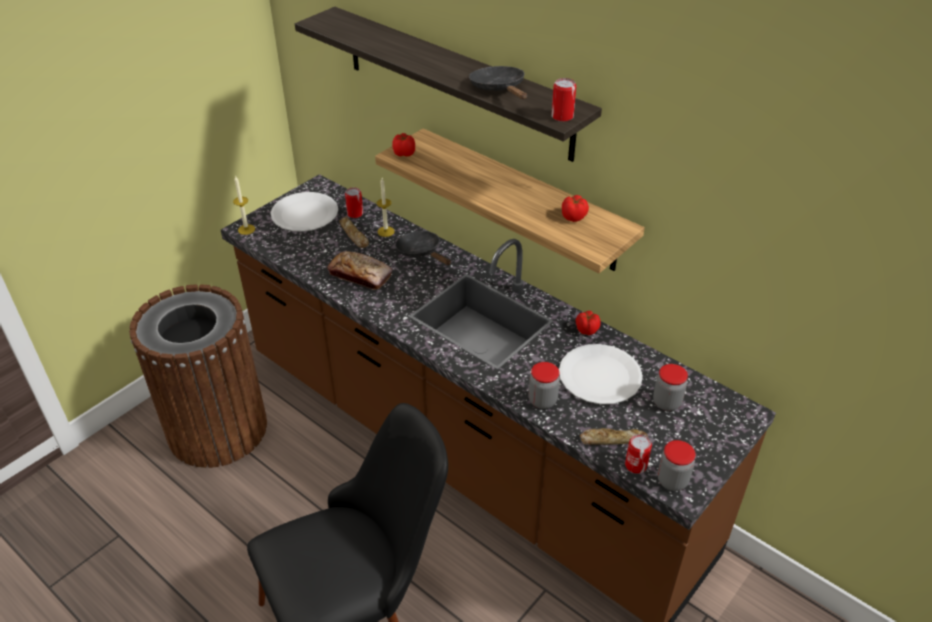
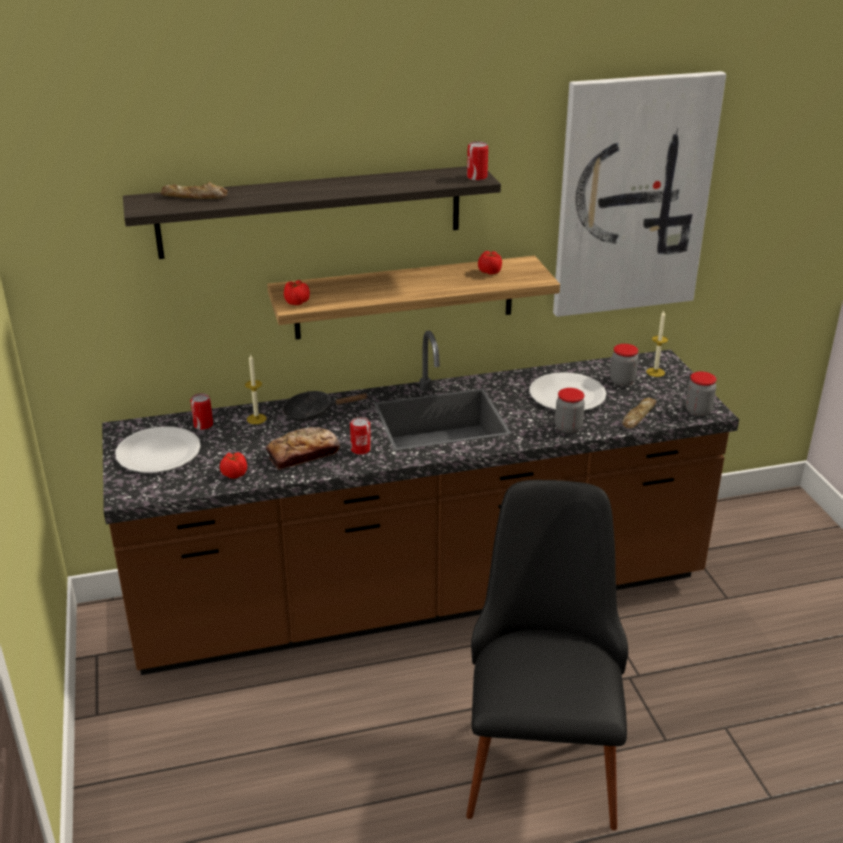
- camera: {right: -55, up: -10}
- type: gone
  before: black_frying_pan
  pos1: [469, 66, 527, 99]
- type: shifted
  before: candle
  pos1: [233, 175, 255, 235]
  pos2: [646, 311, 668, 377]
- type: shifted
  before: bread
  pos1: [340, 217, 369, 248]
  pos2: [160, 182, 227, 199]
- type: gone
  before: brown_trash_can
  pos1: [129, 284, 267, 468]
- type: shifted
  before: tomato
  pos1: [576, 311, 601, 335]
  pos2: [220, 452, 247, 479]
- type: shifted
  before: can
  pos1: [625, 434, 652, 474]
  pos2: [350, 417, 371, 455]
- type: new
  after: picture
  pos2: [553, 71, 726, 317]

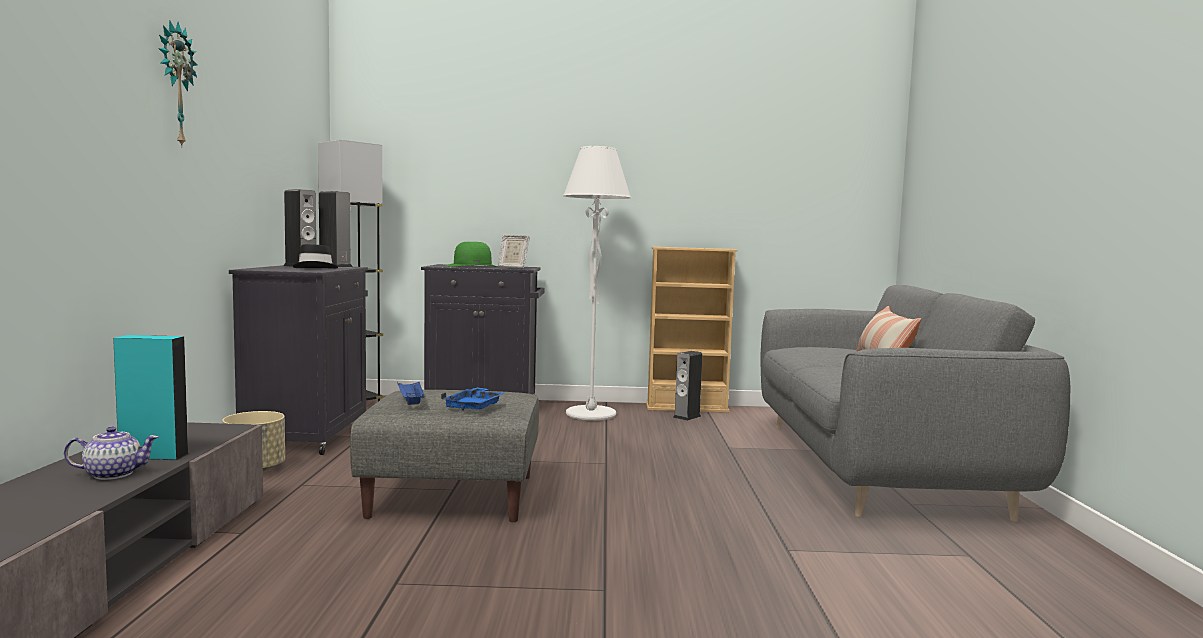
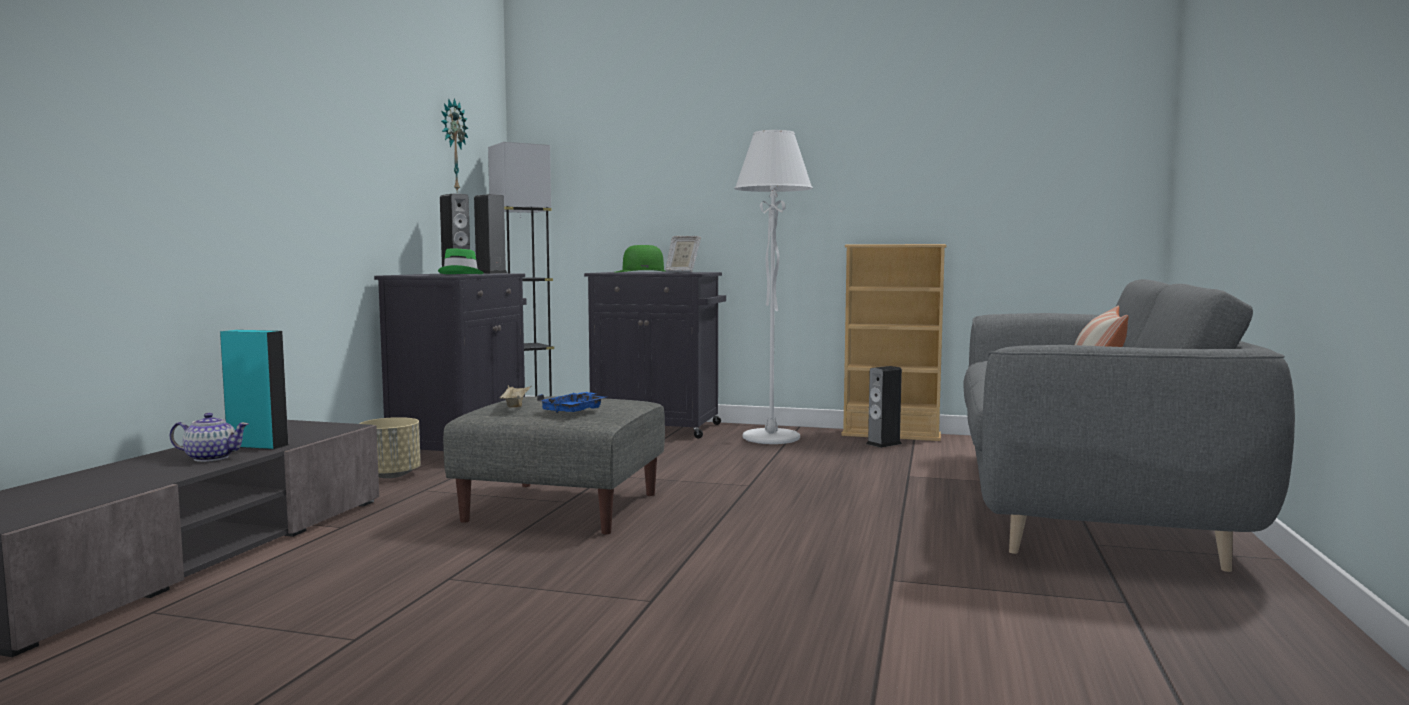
- camera: {right: 15, up: 0}
- type: shifted
  before: wall_clock
  pos1: [158, 20, 197, 148]
  pos2: [441, 98, 469, 191]
- type: repainted
  before: black_hat
  after: green_hat
  pos1: [293, 244, 338, 269]
  pos2: [438, 249, 484, 274]
- type: repainted
  before: blue_tray
  after: beige_tray
  pos1: [397, 381, 425, 405]
  pos2: [499, 385, 532, 408]

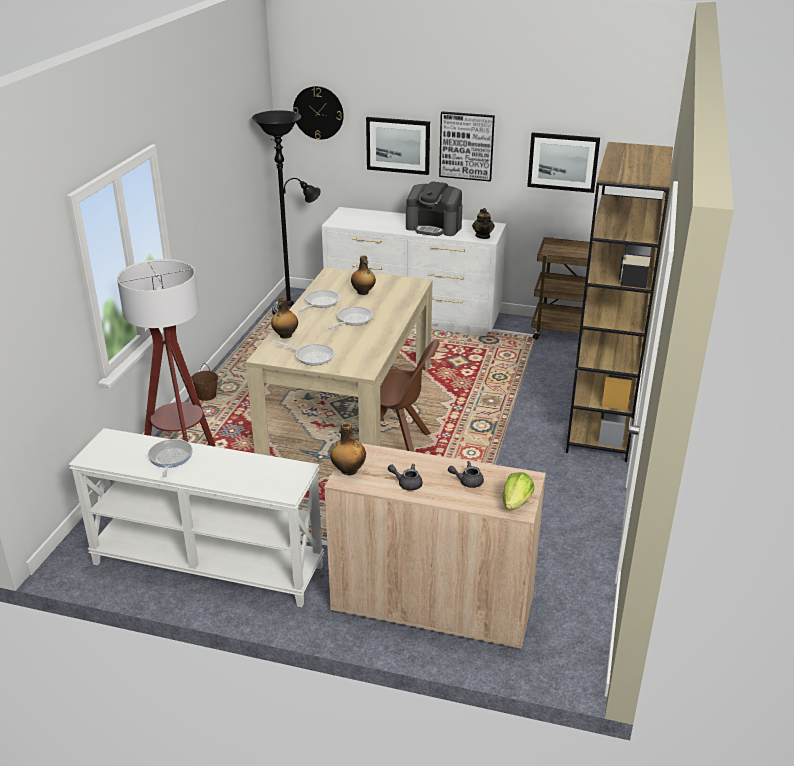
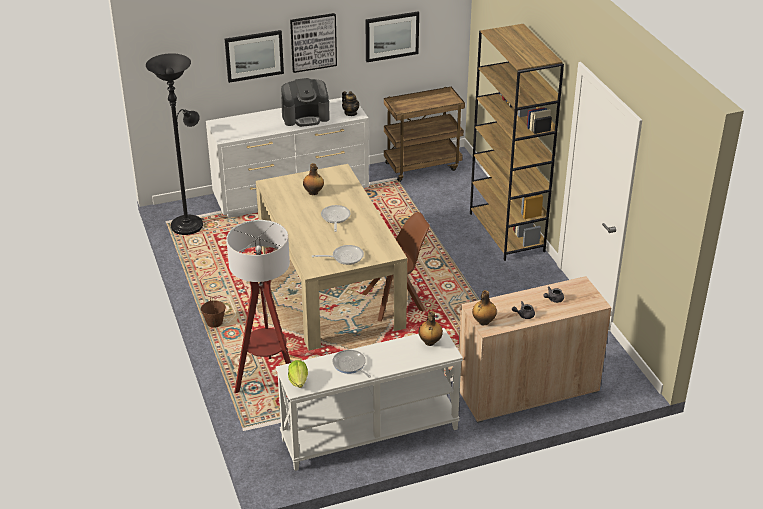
- camera: {right: -35, up: 5}
- type: gone
  before: wall_clock
  pos1: [293, 86, 344, 140]
- type: gone
  before: frying_pan
  pos1: [298, 290, 340, 312]
- type: shifted
  before: bottle
  pos1: [271, 296, 298, 339]
  pos2: [419, 311, 443, 346]
- type: shifted
  before: lettuce
  pos1: [502, 472, 534, 510]
  pos2: [288, 360, 308, 388]

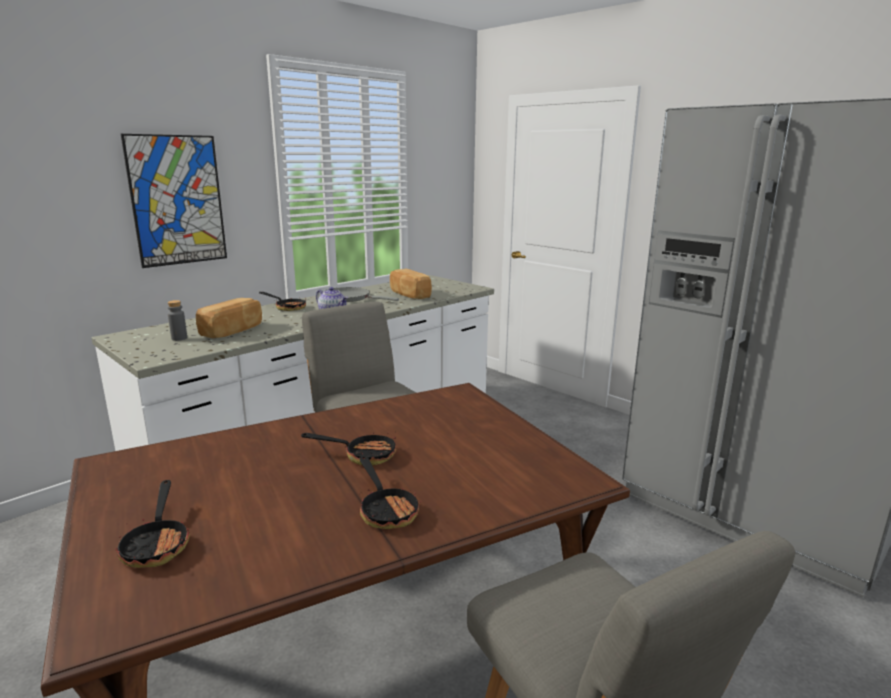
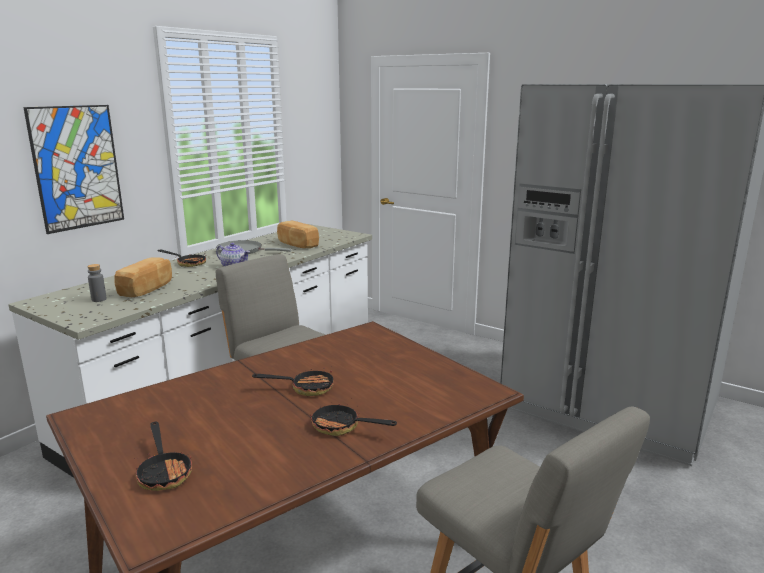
- camera: {right: -10, up: 0}
- type: rotated
  before: frying_pan
  pos1: [360, 456, 421, 529]
  pos2: [310, 398, 397, 436]
  turn: 150

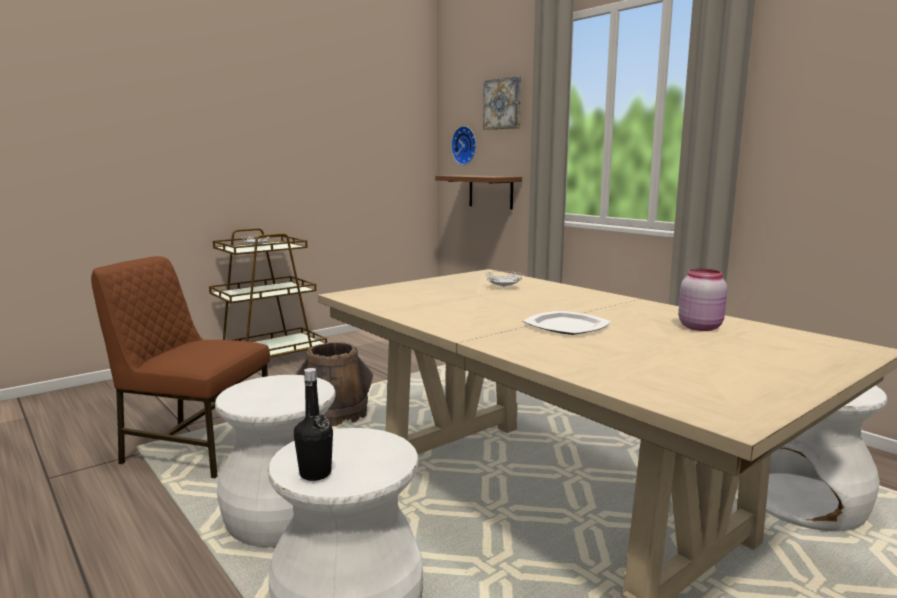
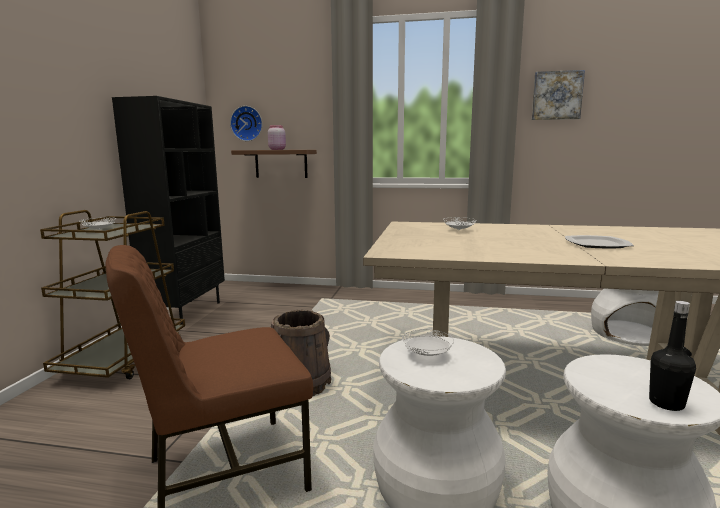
- camera: {right: -40, up: 0}
- type: shifted
  before: picture
  pos1: [483, 76, 521, 130]
  pos2: [532, 70, 585, 120]
- type: shifted
  before: pink_jar
  pos1: [678, 268, 727, 331]
  pos2: [268, 125, 286, 150]
- type: new
  after: black_bookcase
  pos2: [112, 96, 225, 325]
- type: new
  after: white_plate
  pos2: [402, 329, 454, 356]

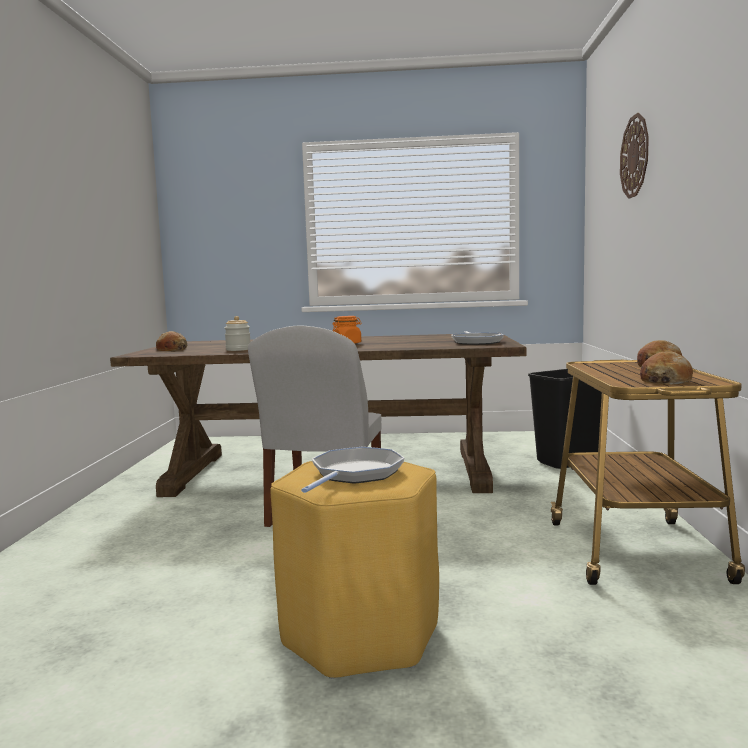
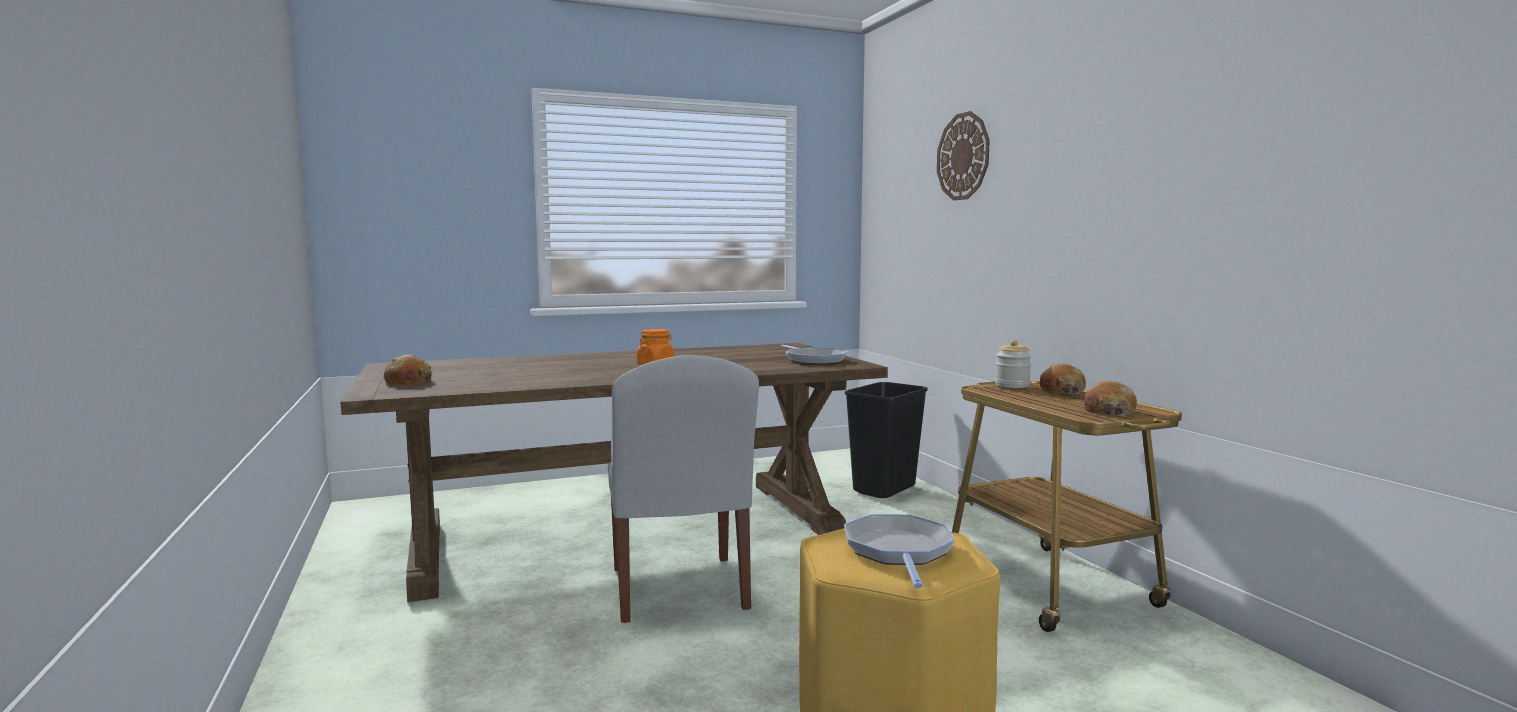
- camera: {right: -25, up: 0}
- type: shifted
  before: jar
  pos1: [225, 316, 250, 351]
  pos2: [995, 340, 1032, 388]

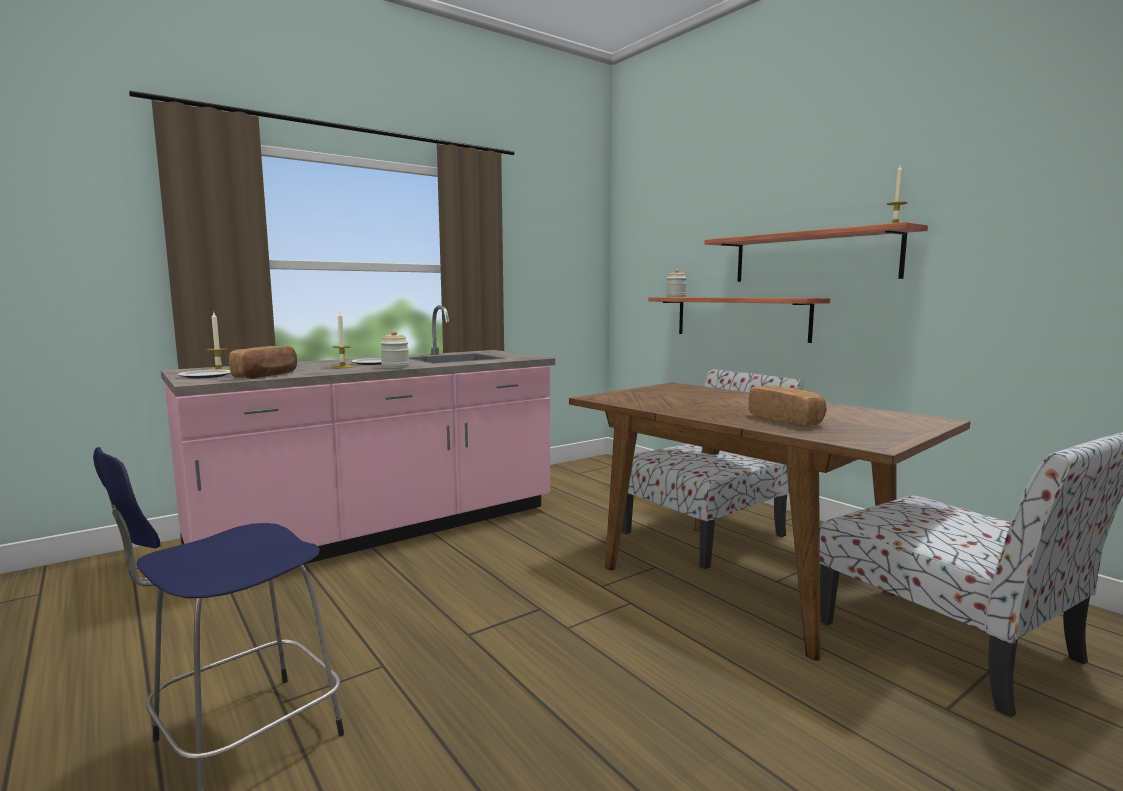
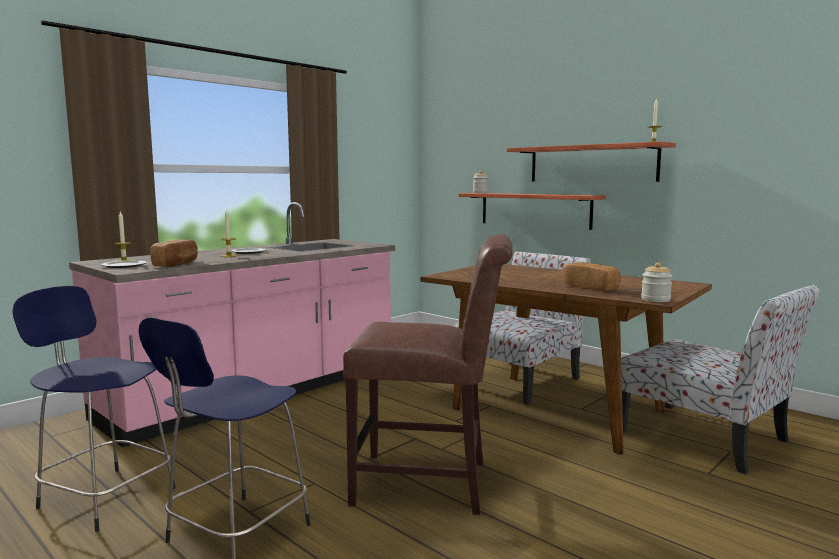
- camera: {right: -10, up: 0}
- type: shifted
  before: jar
  pos1: [380, 330, 409, 369]
  pos2: [641, 262, 672, 302]
- type: new
  after: brown_chair
  pos2: [343, 234, 513, 515]
- type: new
  after: blue_stool
  pos2: [13, 286, 176, 532]

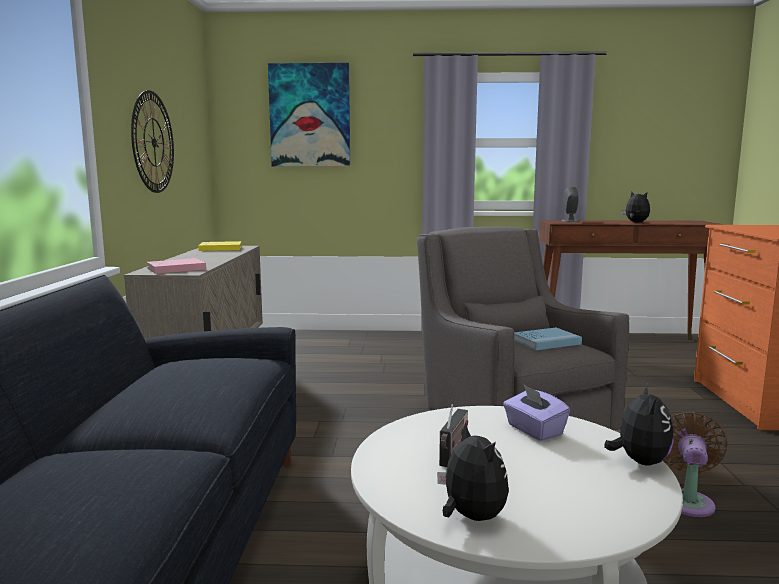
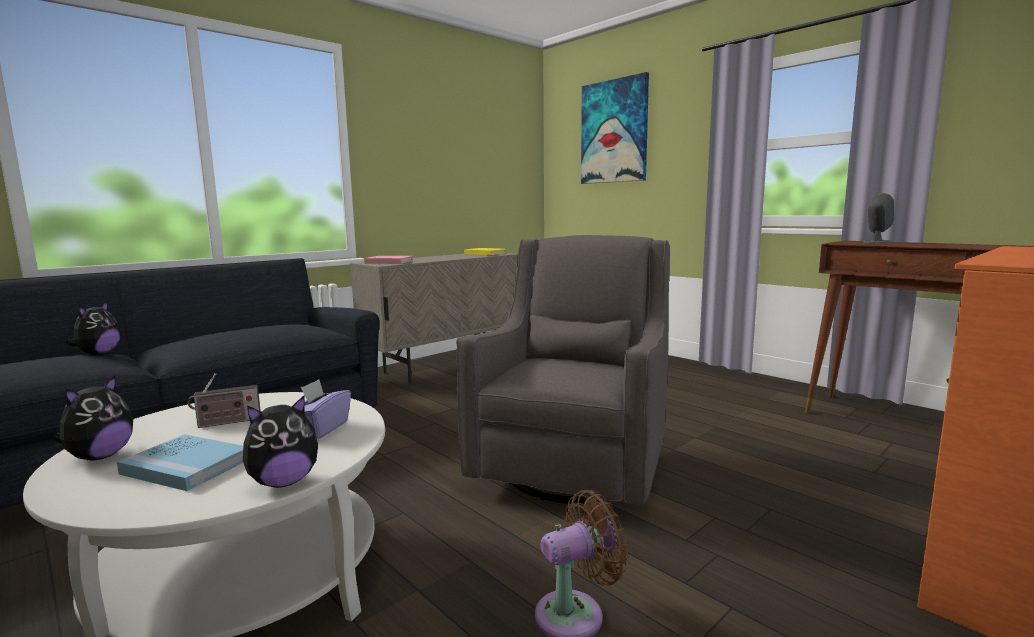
- camera: {right: 45, up: 0}
- type: gone
  before: wall_clock
  pos1: [131, 90, 174, 193]
- type: shifted
  before: plush_toy
  pos1: [621, 192, 650, 223]
  pos2: [65, 301, 121, 355]
- type: shifted
  before: blue_book
  pos1: [514, 328, 582, 350]
  pos2: [117, 434, 243, 491]

